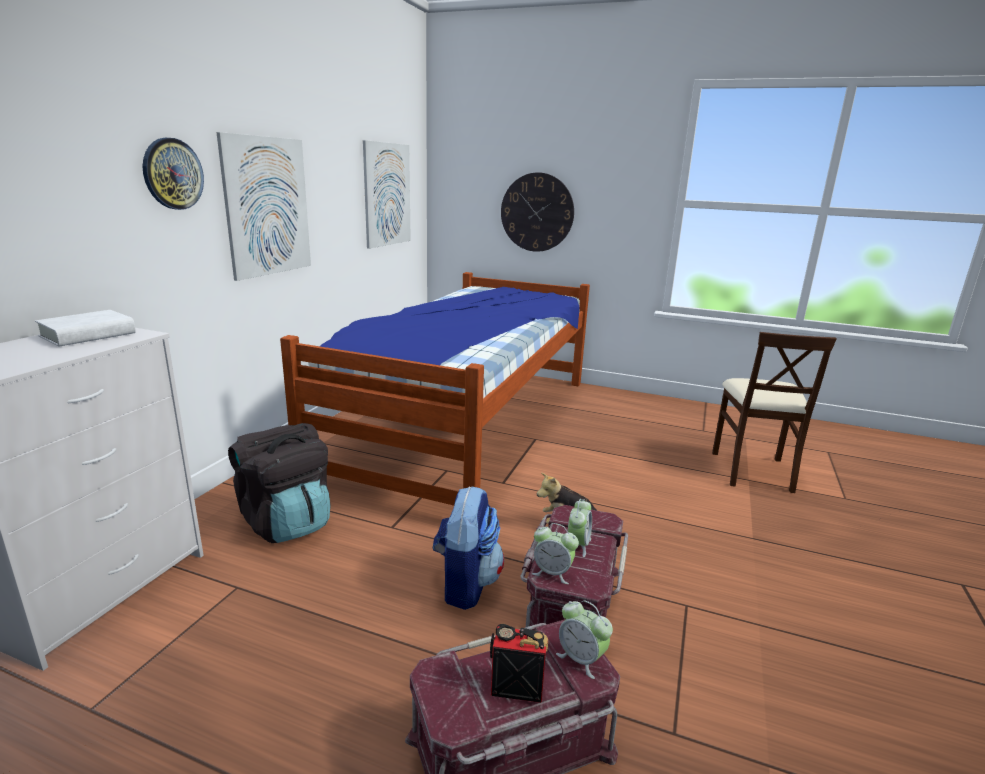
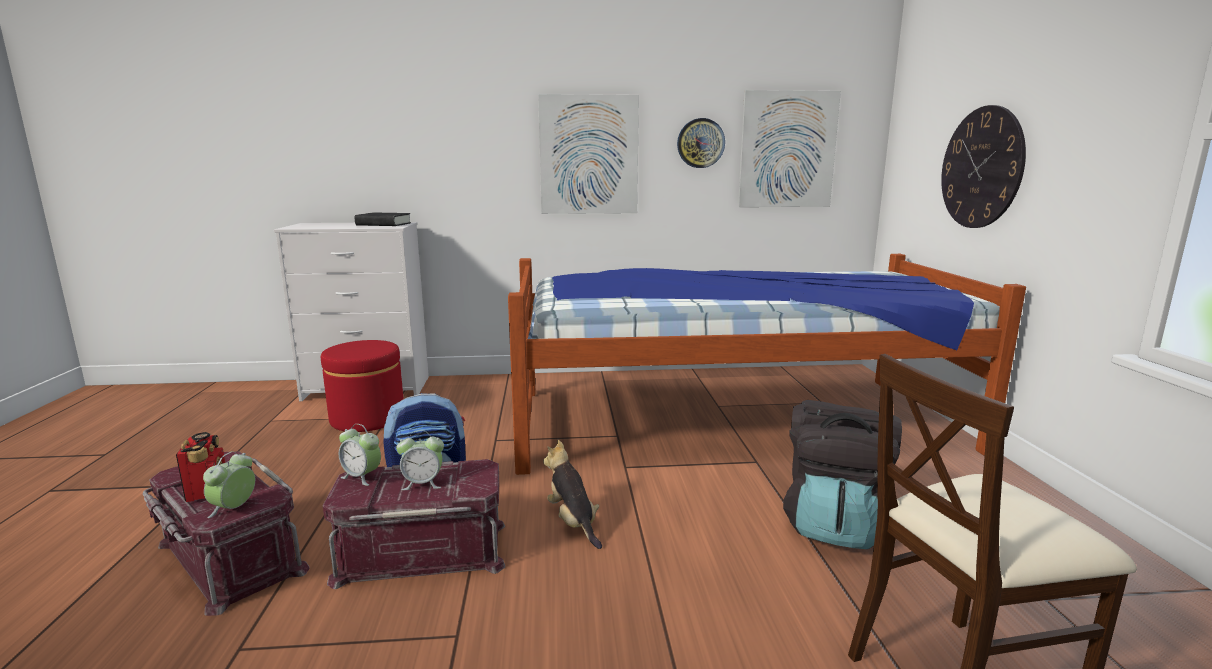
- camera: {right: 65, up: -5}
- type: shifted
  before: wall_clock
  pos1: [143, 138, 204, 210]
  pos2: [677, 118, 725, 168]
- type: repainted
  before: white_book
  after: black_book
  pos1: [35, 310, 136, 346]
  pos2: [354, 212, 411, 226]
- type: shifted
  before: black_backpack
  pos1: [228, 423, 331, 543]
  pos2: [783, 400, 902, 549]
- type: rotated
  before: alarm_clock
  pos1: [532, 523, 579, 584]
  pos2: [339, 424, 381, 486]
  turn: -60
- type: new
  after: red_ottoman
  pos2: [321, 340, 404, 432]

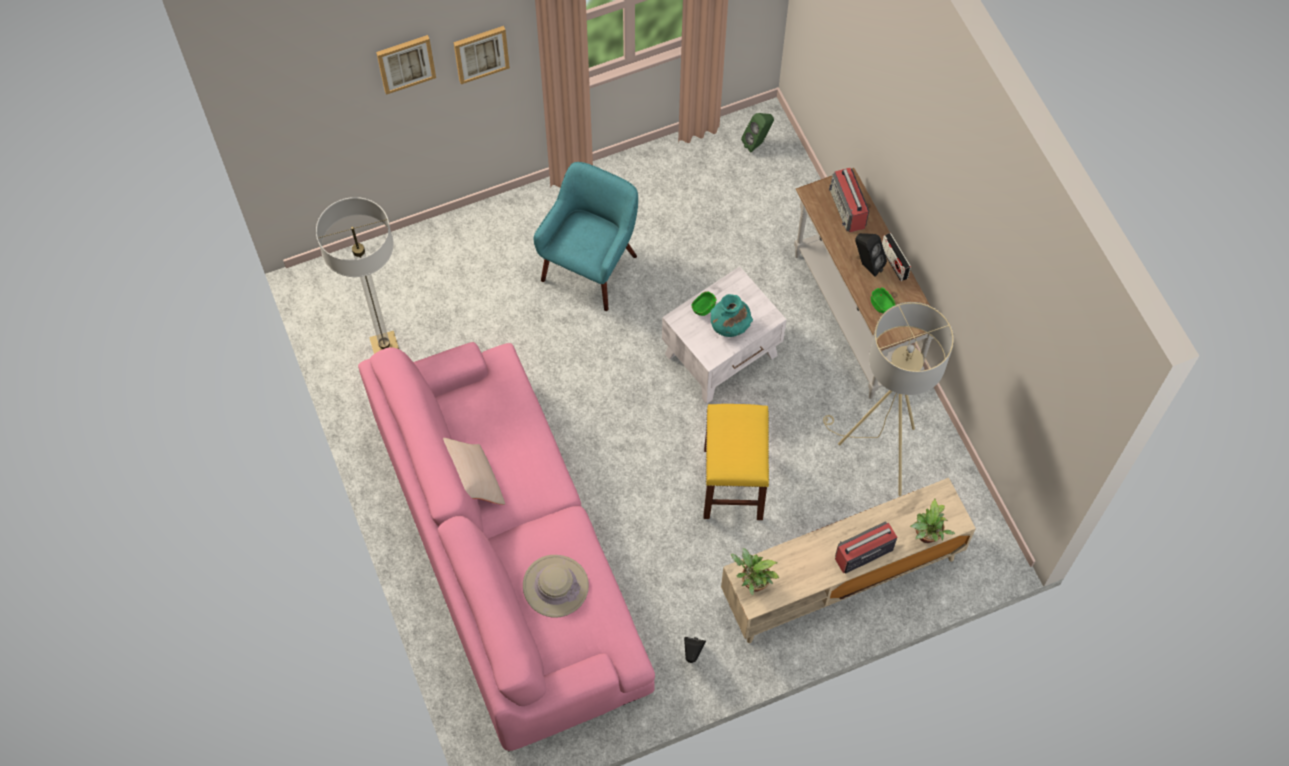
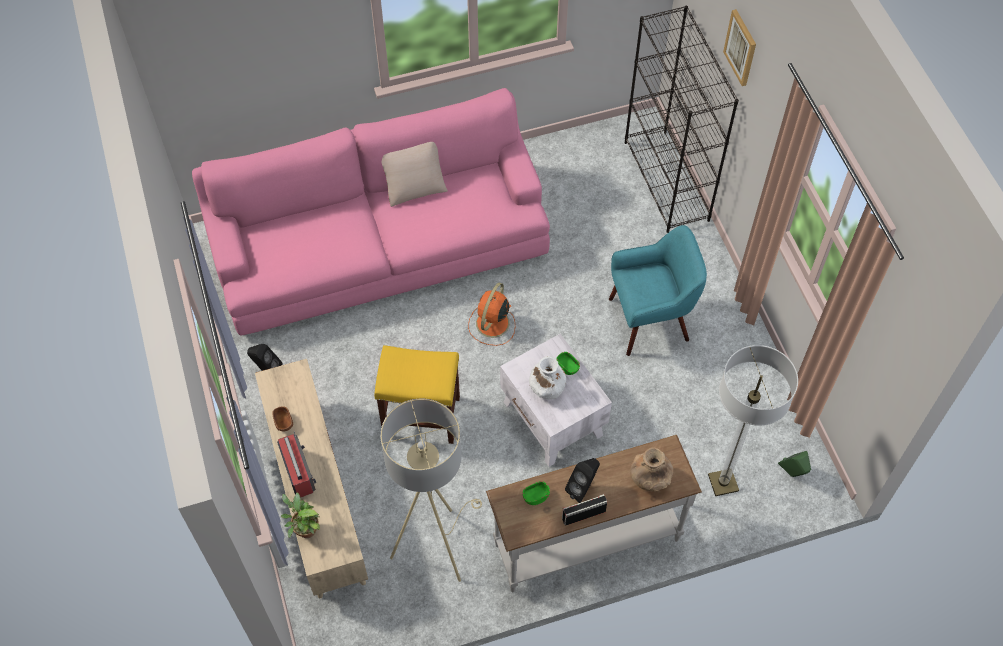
- camera: {right: 95, up: -5}
- type: gone
  before: picture
  pos1: [453, 26, 510, 84]
- type: rotated
  before: turquoise_armchair
  pos1: [534, 162, 638, 311]
  pos2: [609, 225, 707, 356]
  turn: -45
- type: swapped
  before: radio
  after: brown_vase
  pos1: [829, 168, 869, 232]
  pos2: [630, 448, 673, 491]
- type: shifted
  before: floor_lamp
  pos1: [316, 197, 399, 354]
  pos2: [708, 345, 798, 496]
- type: repainted
  before: turquoise_vase
  after: white_vase
  pos1: [710, 294, 753, 337]
  pos2: [529, 356, 566, 400]
- type: gone
  before: potted_plant
  pos1: [731, 548, 779, 596]
- type: gone
  before: beige_hat
  pos1: [523, 555, 589, 618]
- type: new
  after: black_bookcase
  pos2: [625, 5, 739, 233]
- type: new
  after: orange_fan
  pos2: [468, 283, 515, 346]
- type: new
  after: brown_bowl
  pos2: [272, 406, 293, 431]

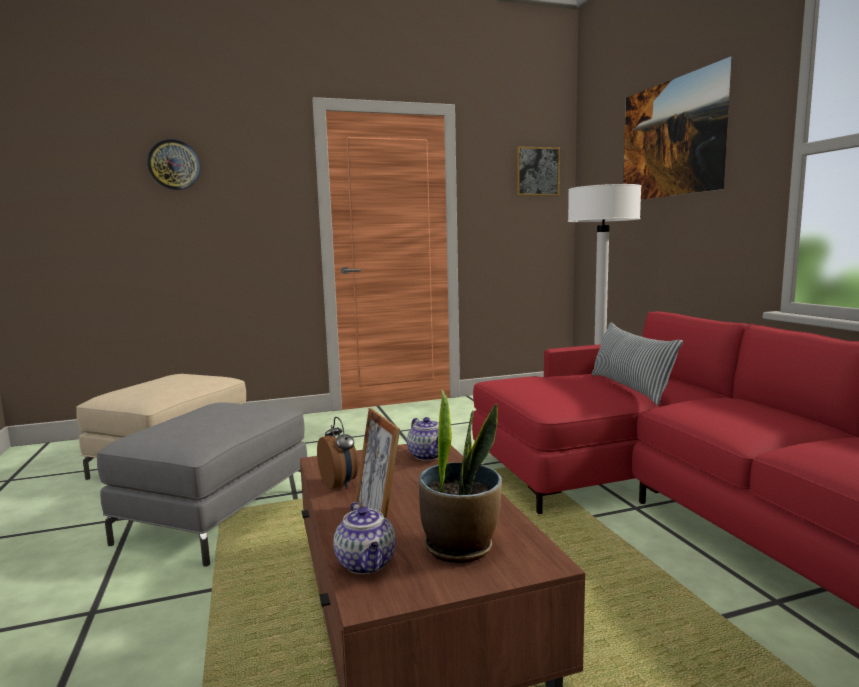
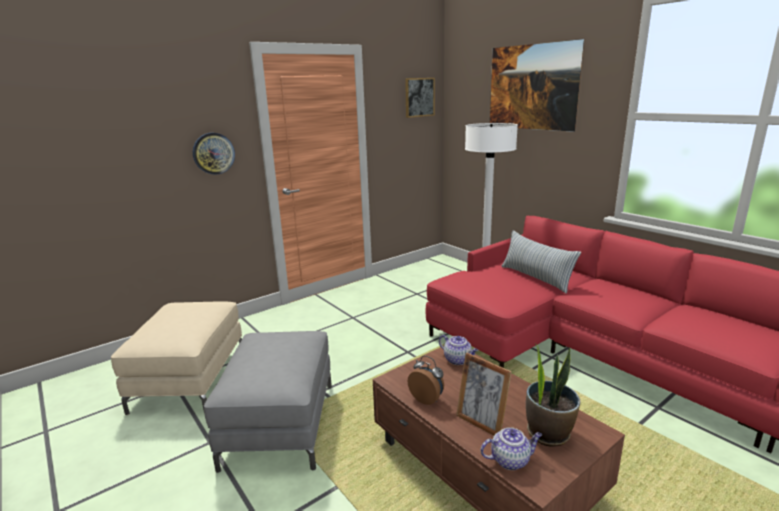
- camera: {right: -20, up: 10}
- type: shifted
  before: wall_clock
  pos1: [147, 139, 200, 190]
  pos2: [193, 133, 235, 175]
- type: rotated
  before: teapot
  pos1: [333, 502, 396, 574]
  pos2: [480, 427, 542, 470]
  turn: -60

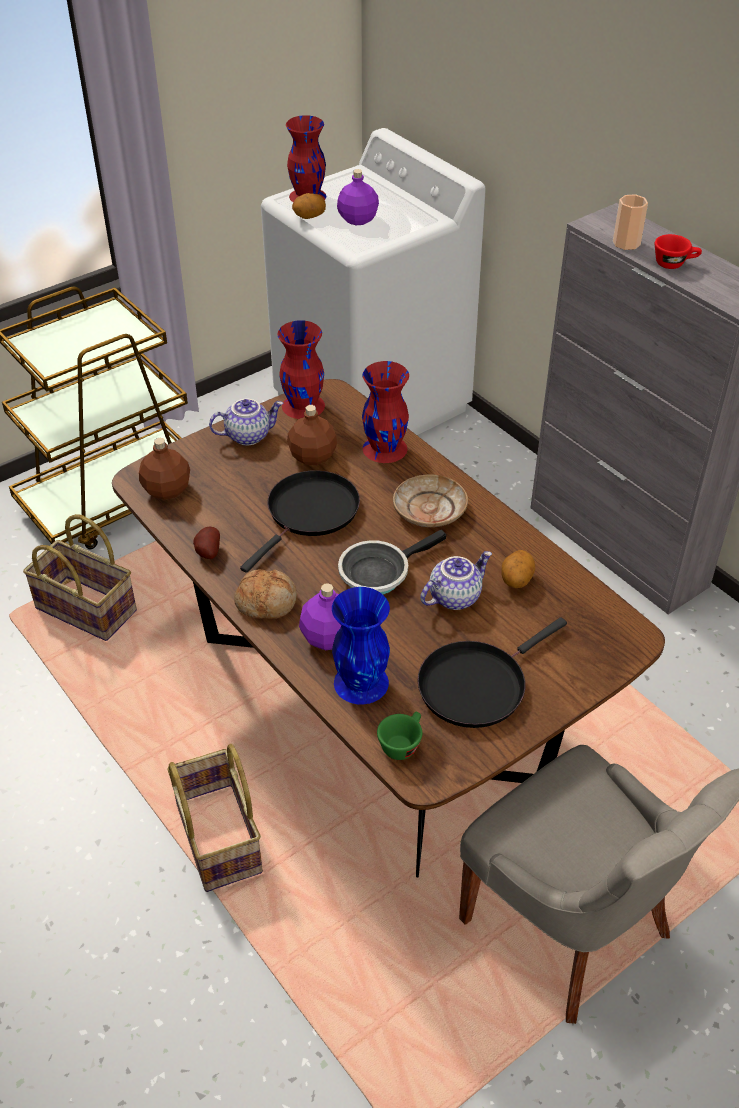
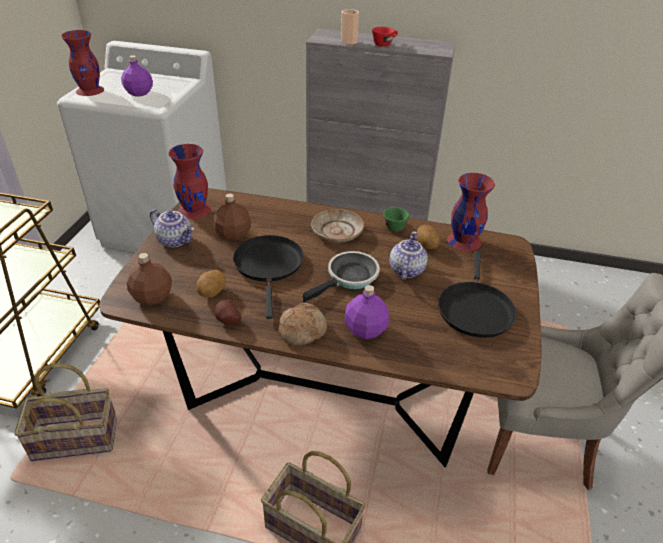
- camera: {right: -40, up: -5}
- type: shifted
  before: potato
  pos1: [292, 193, 326, 219]
  pos2: [196, 270, 226, 298]
- type: shifted
  before: red_vase
  pos1: [362, 361, 409, 463]
  pos2: [447, 173, 495, 251]
- type: rotated
  before: teapot
  pos1: [209, 399, 283, 446]
  pos2: [150, 210, 194, 247]
  turn: 90
- type: rotated
  before: frying_pan
  pos1: [338, 530, 446, 595]
  pos2: [303, 251, 380, 302]
  turn: -150
- type: gone
  before: blue_vase
  pos1: [332, 587, 390, 704]
- type: shifted
  before: green_cup
  pos1: [377, 712, 422, 760]
  pos2: [383, 206, 409, 232]

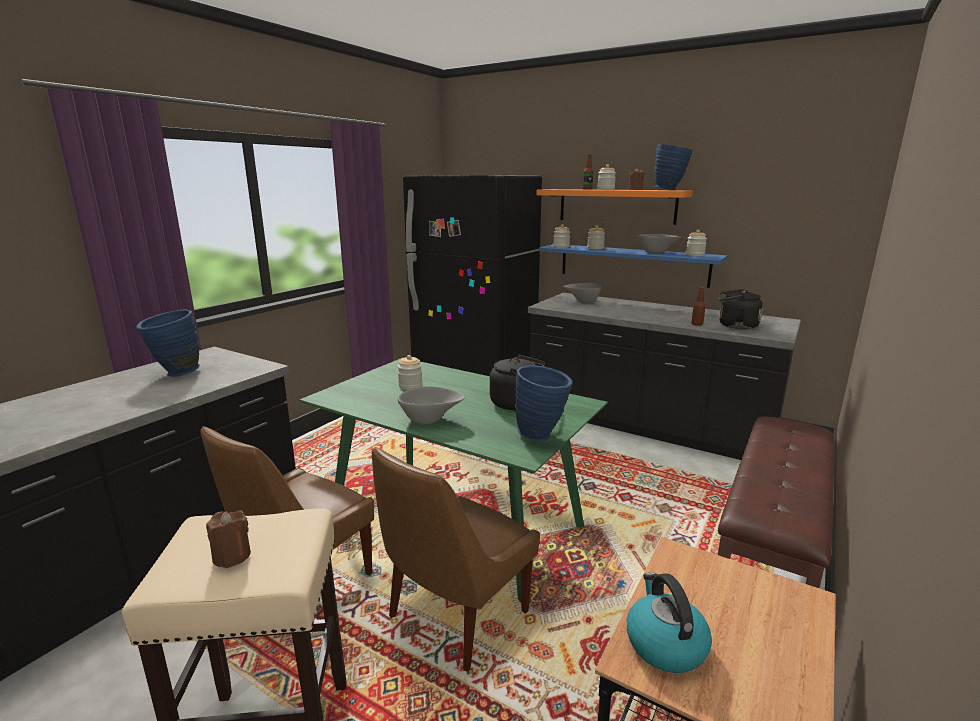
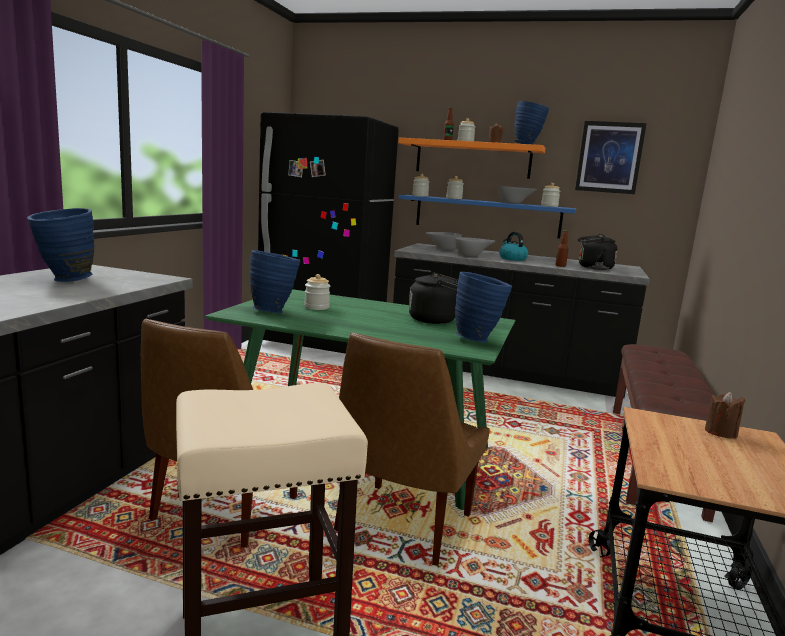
- camera: {right: -15, up: -5}
- type: shifted
  before: grey_bowl
  pos1: [398, 386, 465, 424]
  pos2: [455, 237, 495, 257]
- type: shifted
  before: brown_candle
  pos1: [206, 510, 251, 568]
  pos2: [705, 392, 745, 439]
- type: shifted
  before: kettle
  pos1: [627, 572, 712, 673]
  pos2: [499, 232, 528, 261]
- type: new
  after: picture
  pos2: [575, 121, 647, 194]
- type: new
  after: blue_vase
  pos2: [250, 250, 301, 313]

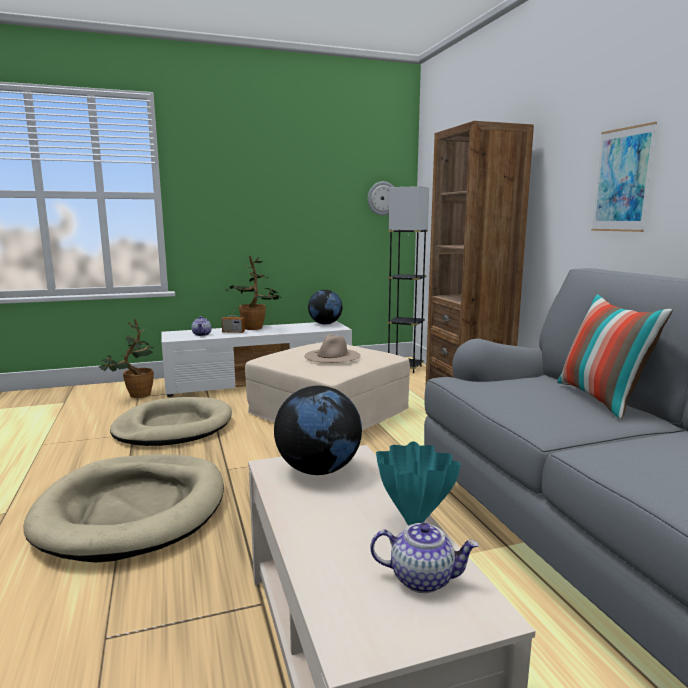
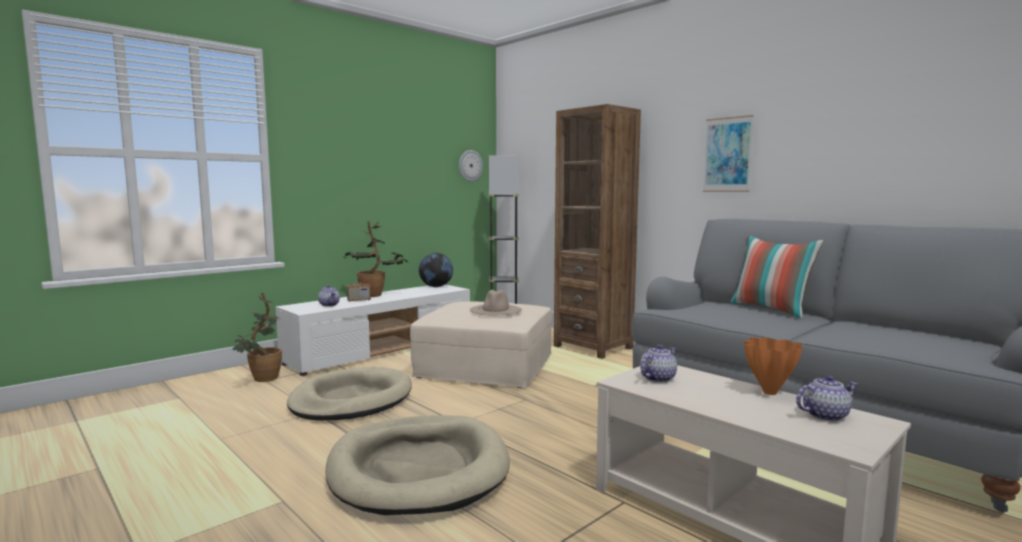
- camera: {right: -25, up: -5}
- type: swapped
  before: globe
  after: teapot
  pos1: [274, 386, 362, 475]
  pos2: [640, 344, 677, 382]
- type: repainted
  before: turquoise_vase
  after: orange_vase
  pos1: [376, 441, 461, 525]
  pos2: [744, 337, 802, 395]

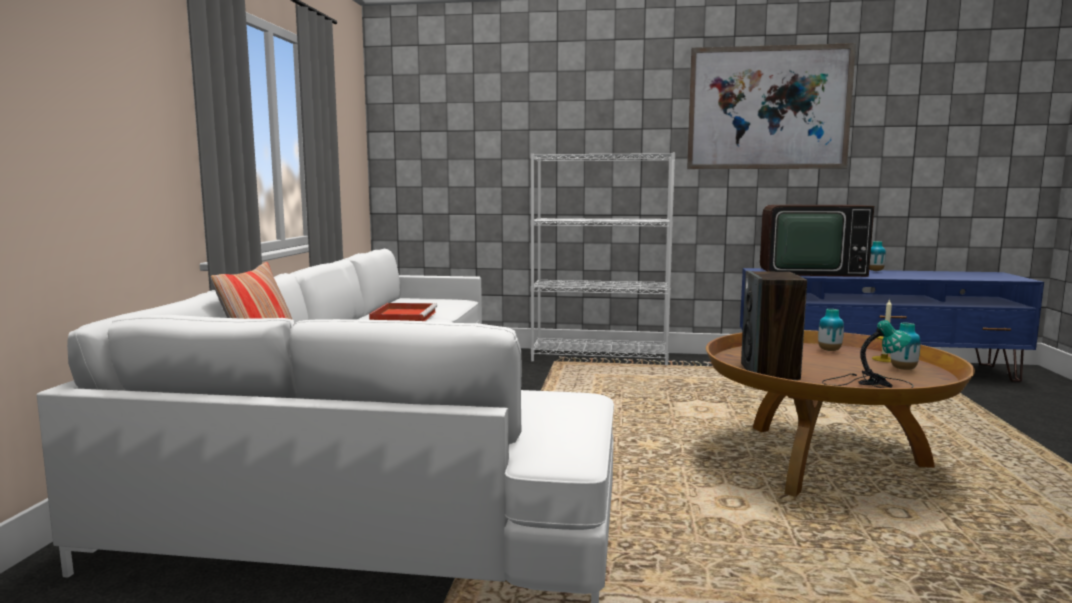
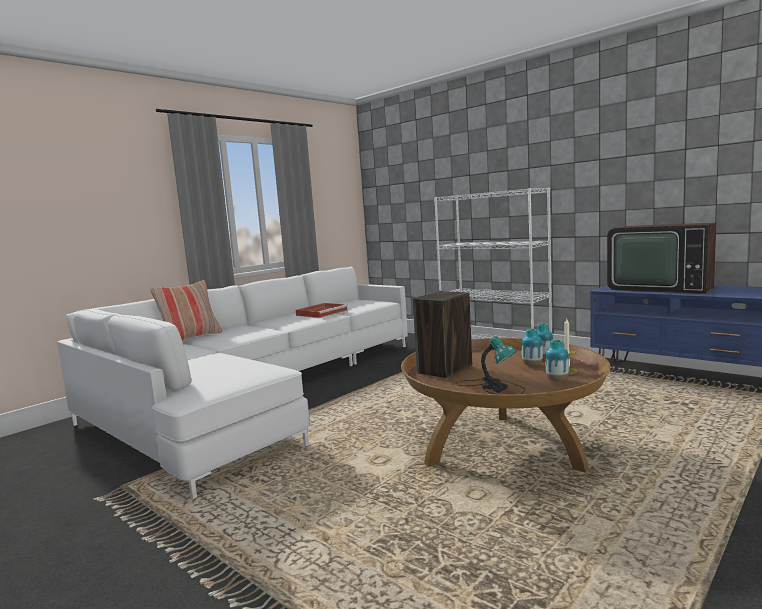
- camera: {right: 35, up: 0}
- type: gone
  before: picture
  pos1: [687, 43, 856, 169]
- type: shifted
  before: vase
  pos1: [869, 241, 886, 271]
  pos2: [521, 329, 543, 366]

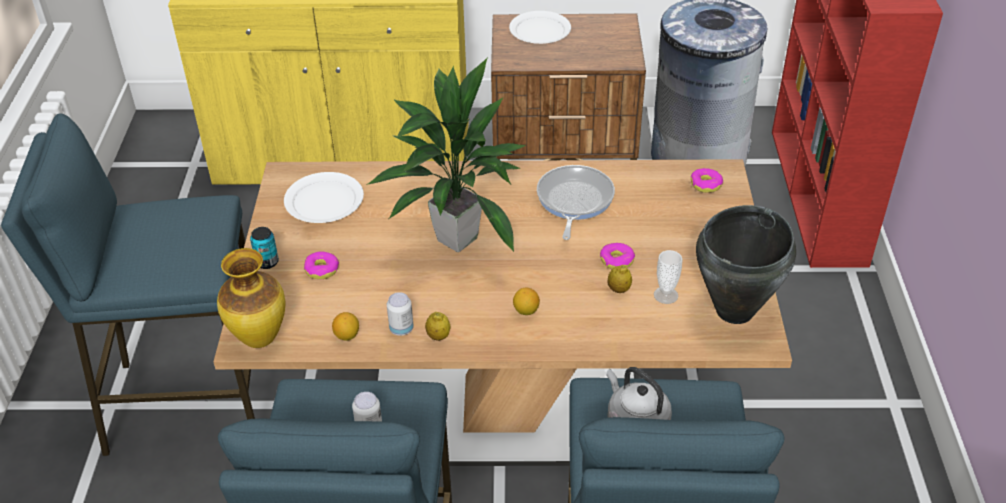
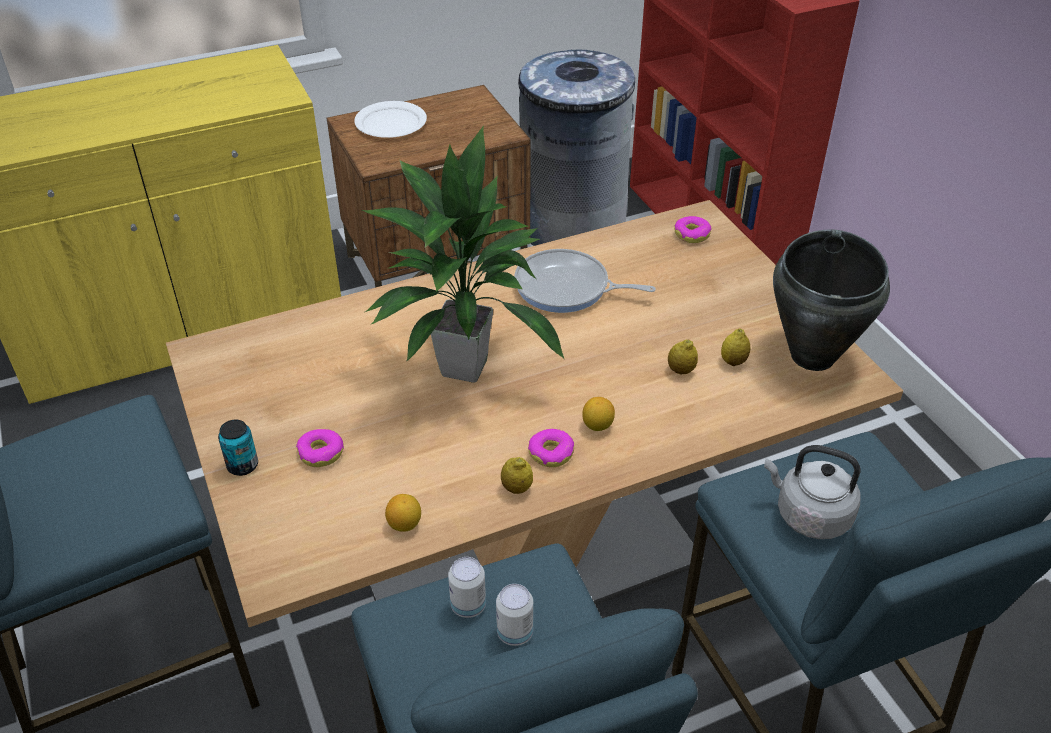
- camera: {right: -25, up: 0}
- type: rotated
  before: frying_pan
  pos1: [537, 165, 615, 240]
  pos2: [514, 249, 656, 313]
  turn: -60
- type: gone
  before: white_plate
  pos1: [284, 172, 364, 223]
- type: shifted
  before: donut
  pos1: [600, 243, 635, 269]
  pos2: [528, 429, 574, 467]
- type: gone
  before: vase
  pos1: [217, 248, 286, 348]
- type: swapped
  before: cup
  after: lemon
  pos1: [654, 250, 683, 304]
  pos2: [721, 328, 751, 366]
- type: shifted
  before: can
  pos1: [387, 292, 414, 336]
  pos2: [448, 557, 486, 618]

